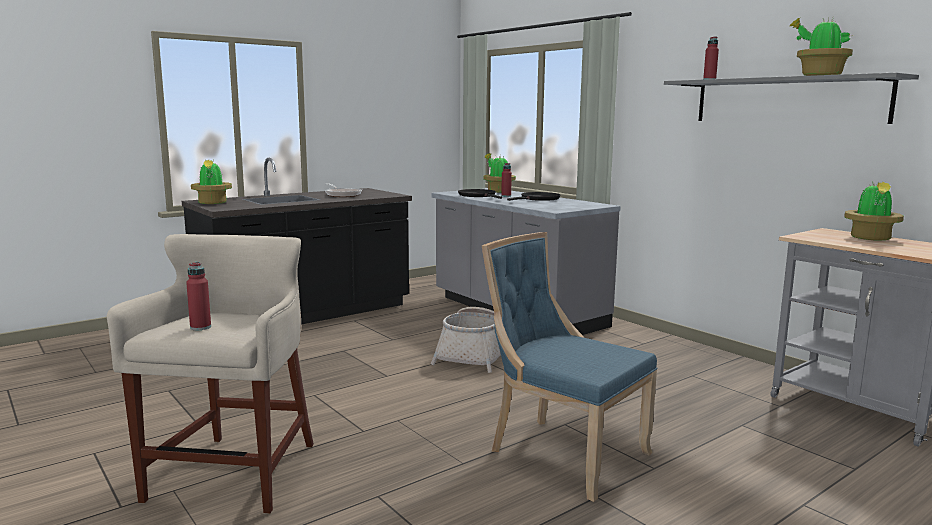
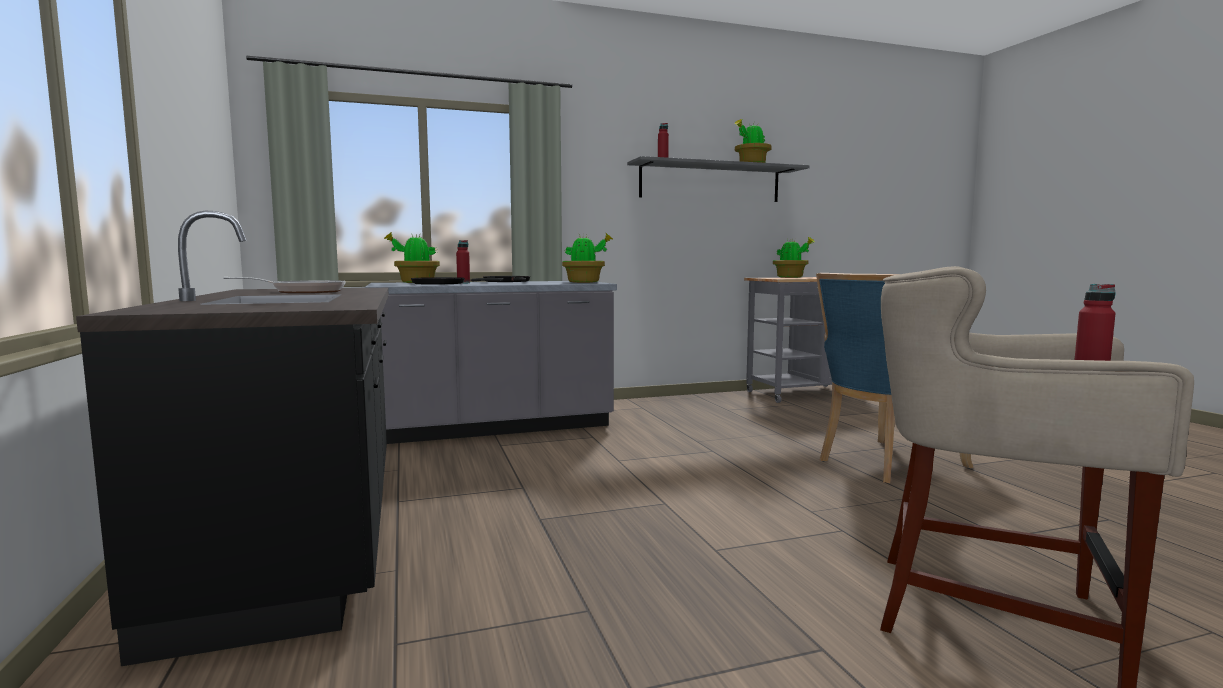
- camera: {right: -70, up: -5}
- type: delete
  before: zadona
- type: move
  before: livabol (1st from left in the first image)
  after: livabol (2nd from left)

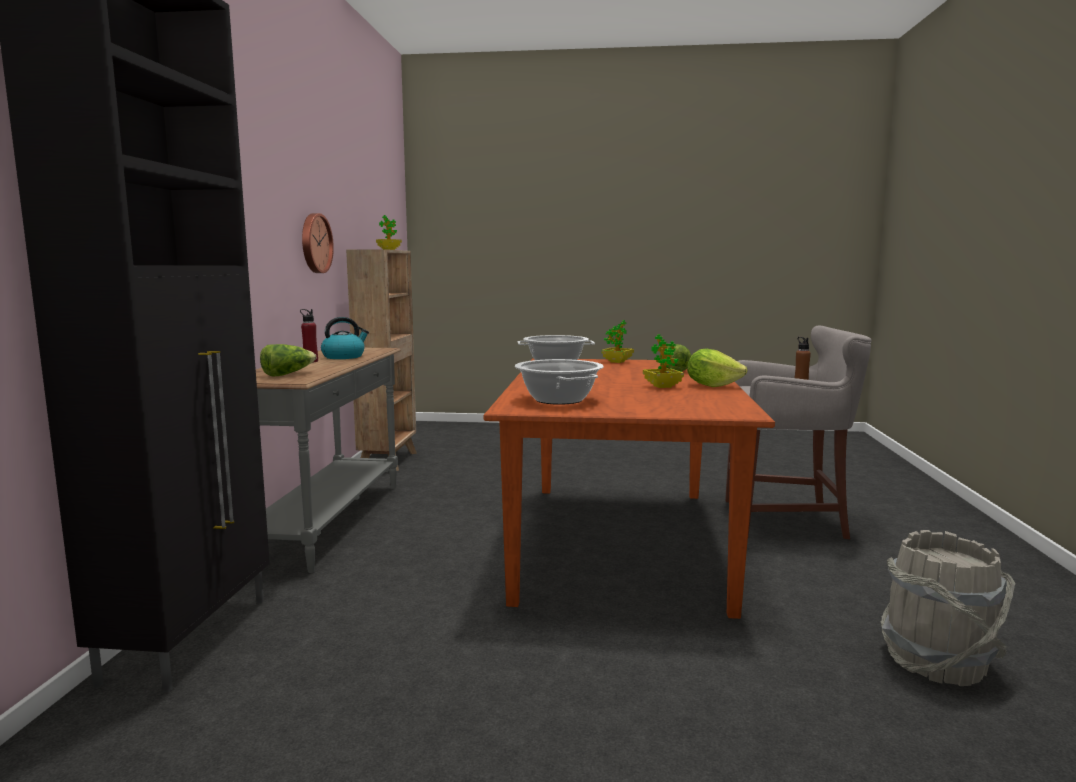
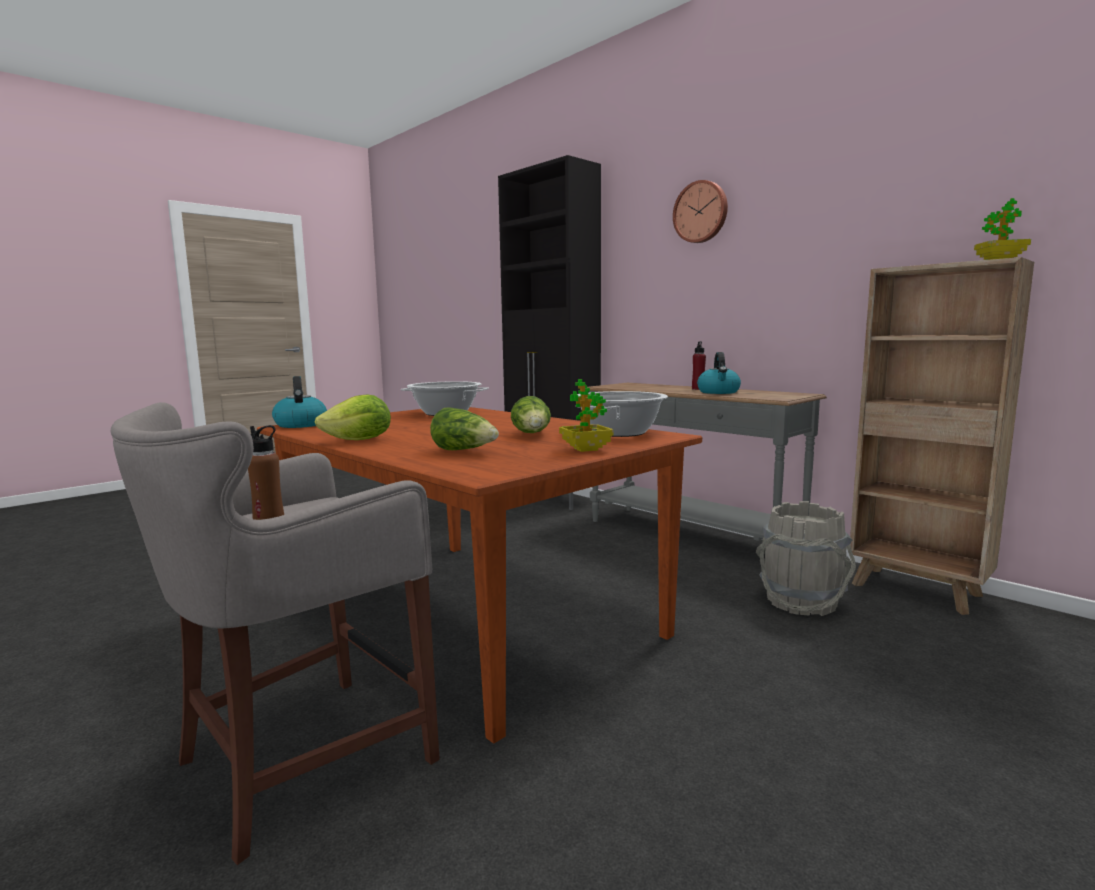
- camera: {right: 130, up: 0}
- type: delete
  before: livabol (3rd from left)
- type: insert
  after: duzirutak (1st from left)
- type: move
  before: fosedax (1st from left in the first image)
  after: fosedax (3rd from left)
- type: move
  before: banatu
- type: move
  before: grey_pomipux

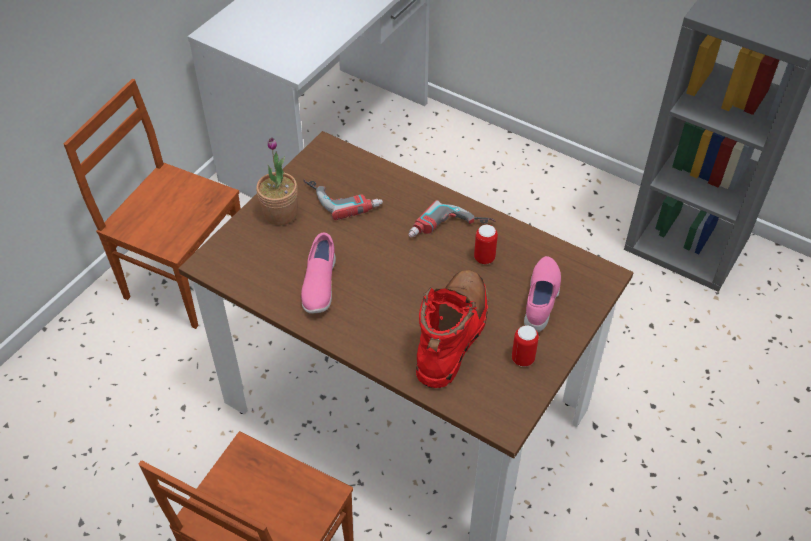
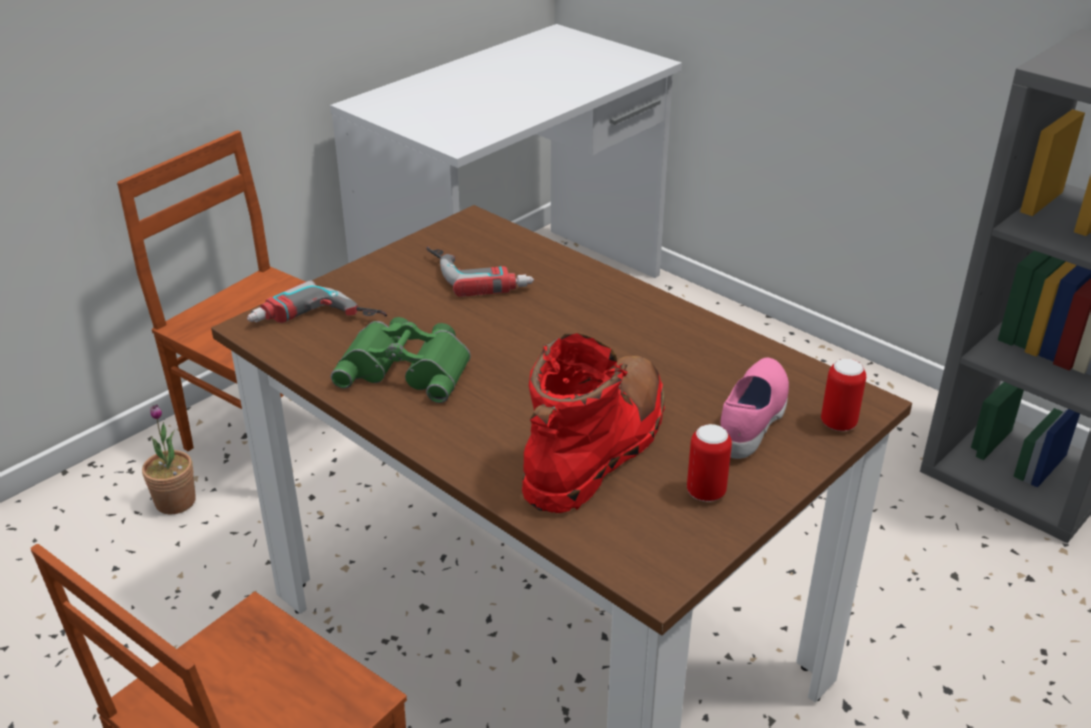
- camera: {right: 10, up: -15}
- type: move
  before: livabol
- type: move
  before: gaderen (2nd from left in the first image)
  after: gaderen (1st from left)
- type: move
  before: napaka (1st from left in the first image)
  after: napaka (2nd from left)
- type: replace
  before: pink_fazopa (1st from left)
  after: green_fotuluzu

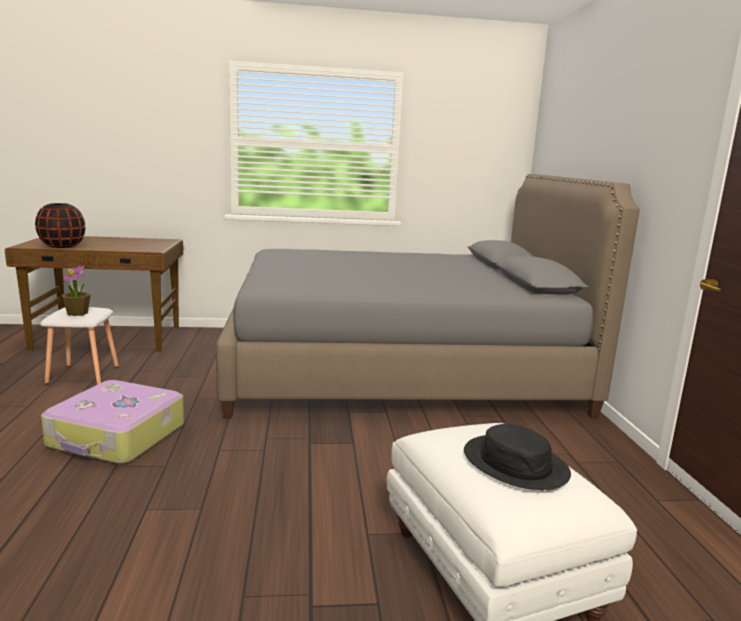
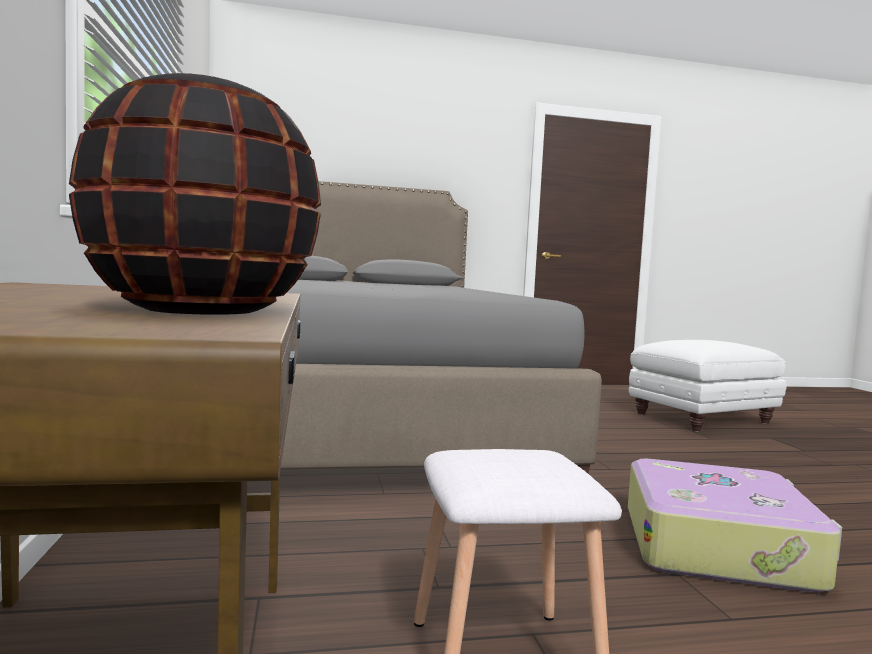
- camera: {right: -95, up: -10}
- type: delete
  before: livabol
- type: delete
  before: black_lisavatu

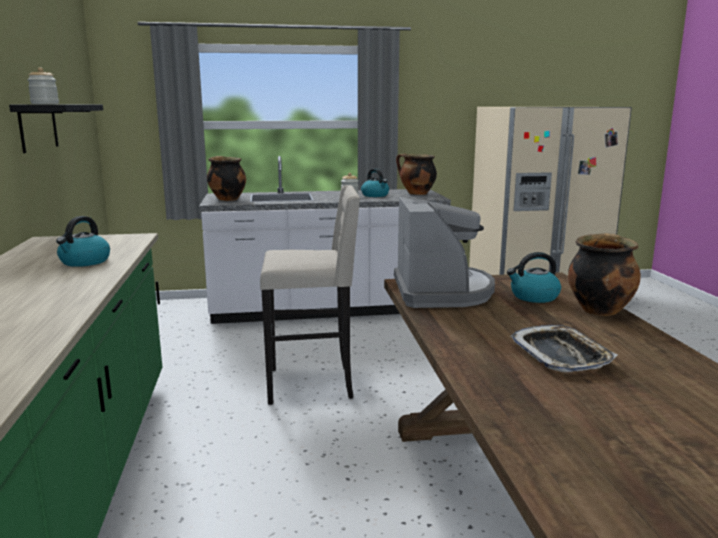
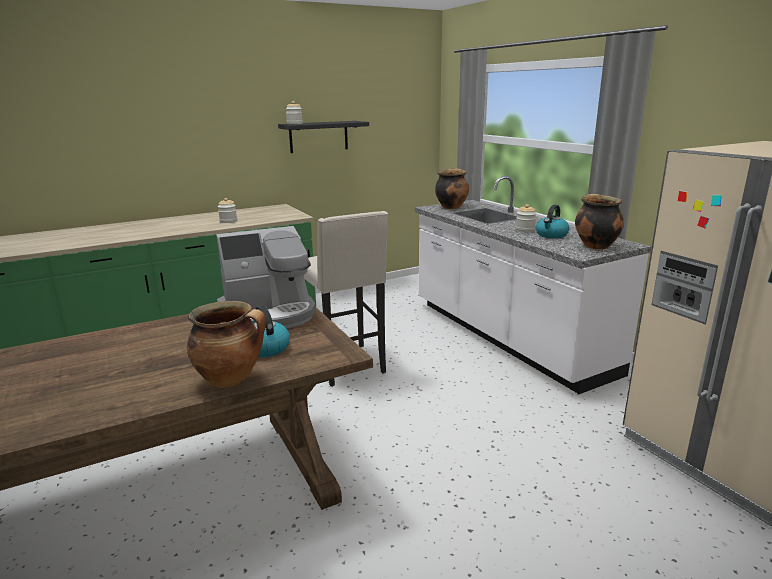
- camera: {right: 70, up: 5}
- type: delete
  before: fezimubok
- type: replace
  before: duzirutak (1st from left)
  after: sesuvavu (1st from left)

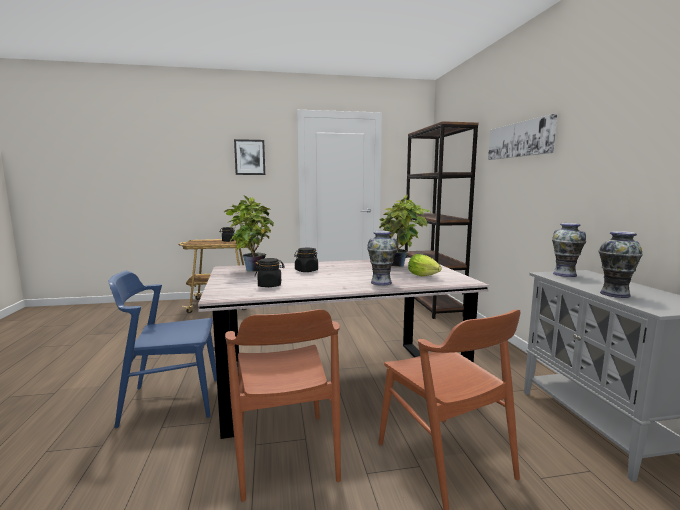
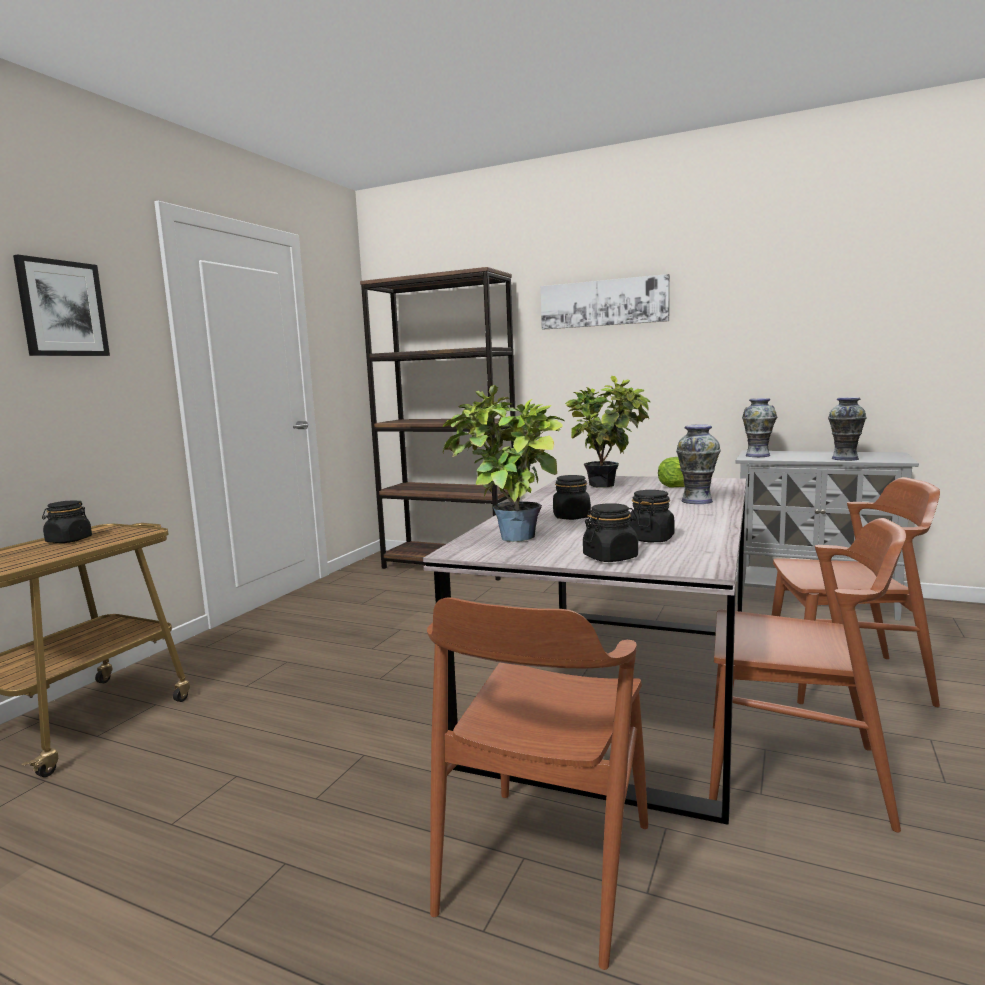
- camera: {right: -55, up: 0}
- type: insert
  after: black_sesuvavu (3rd from left)
- type: recolor
  before: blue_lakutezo
  after: brown_lakutezo (1st from left)

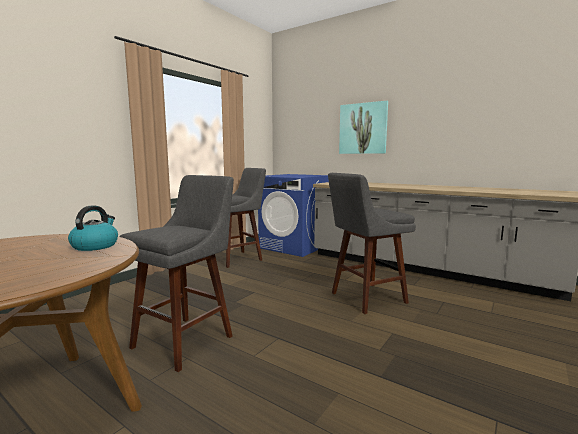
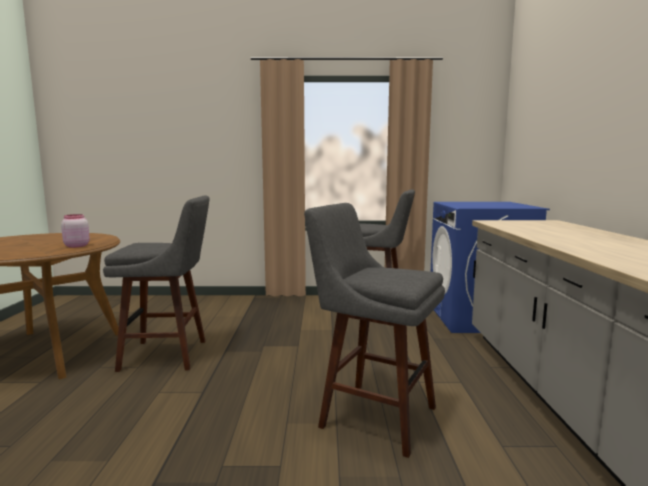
- camera: {right: 55, up: 0}
- type: delete
  before: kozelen
- type: replace
  before: duzirutak
  after: pink_sesuvavu

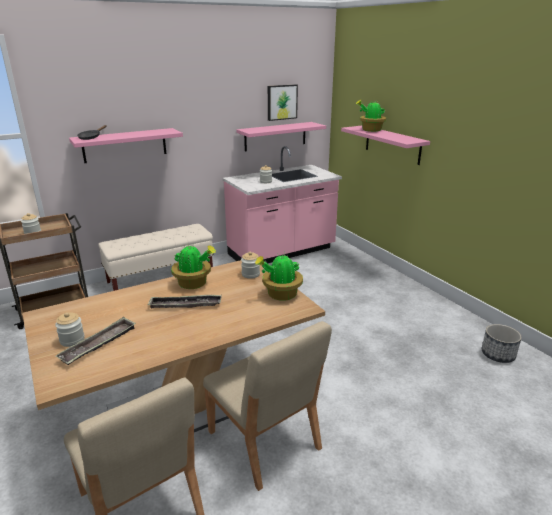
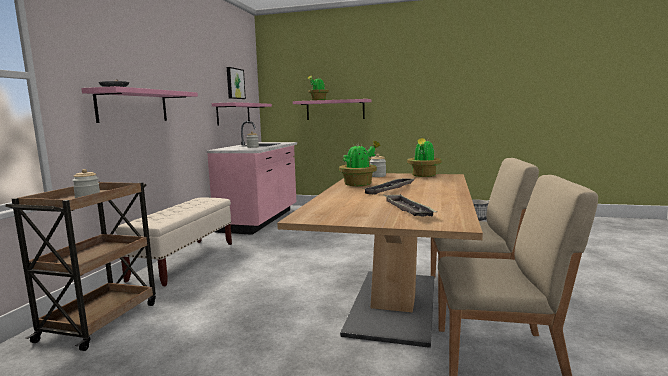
- camera: {right: -45, up: -15}
- type: delete
  before: sesuvavu (2nd from left)

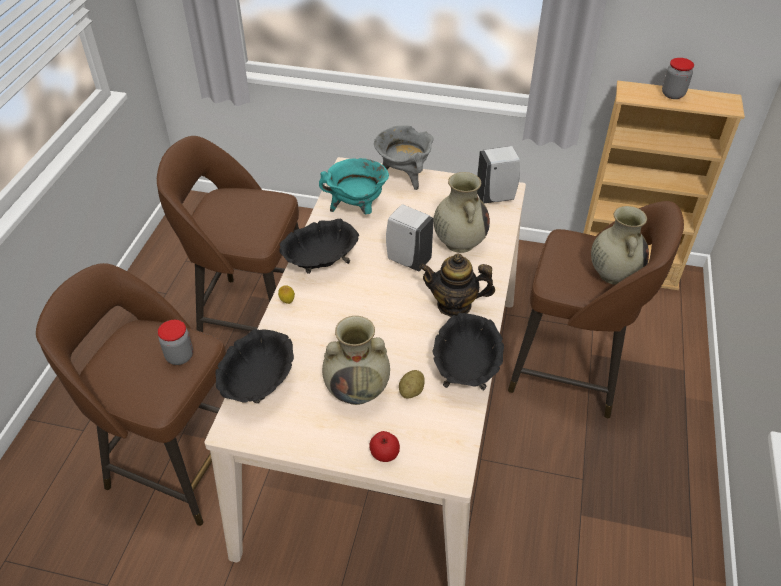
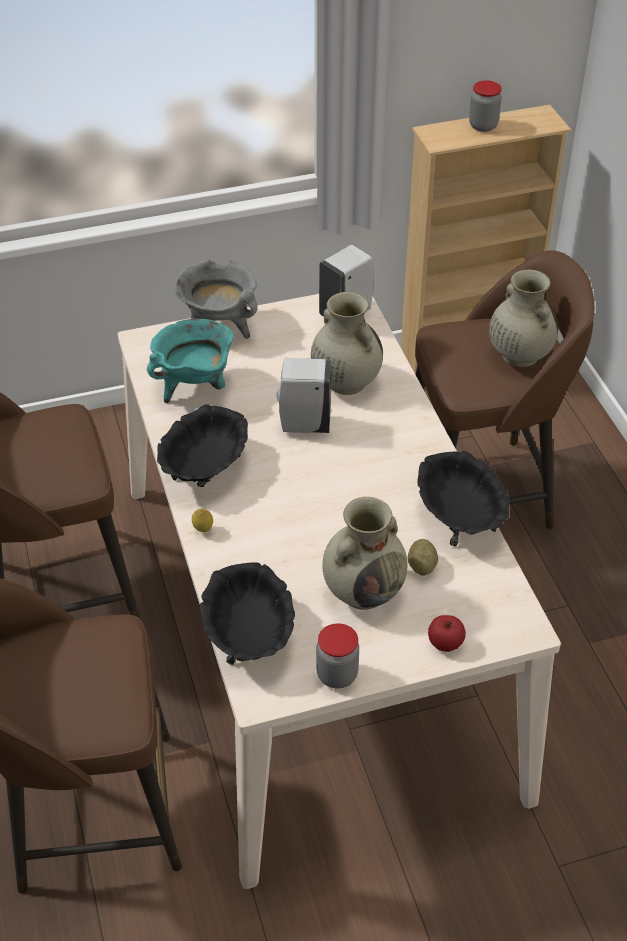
- camera: {right: -30, up: 0}
- type: delete
  before: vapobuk
- type: move
  before: sesuvavu (1st from left)

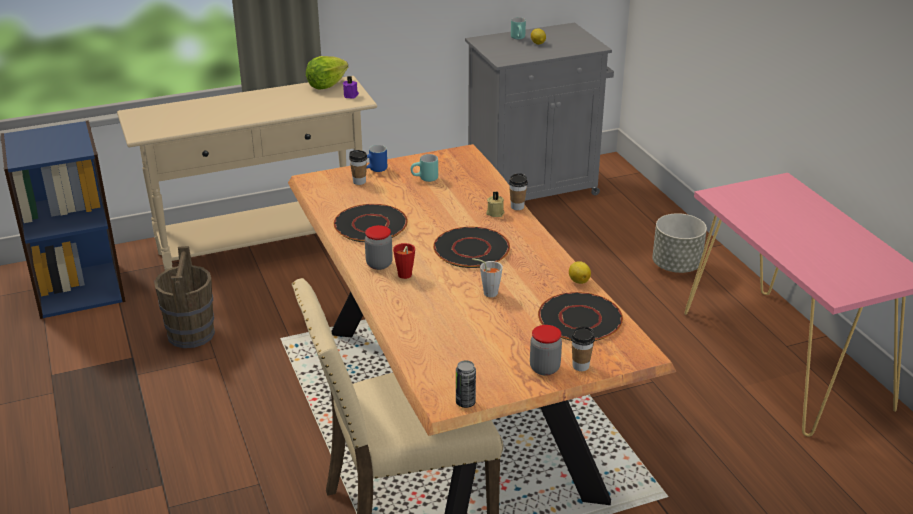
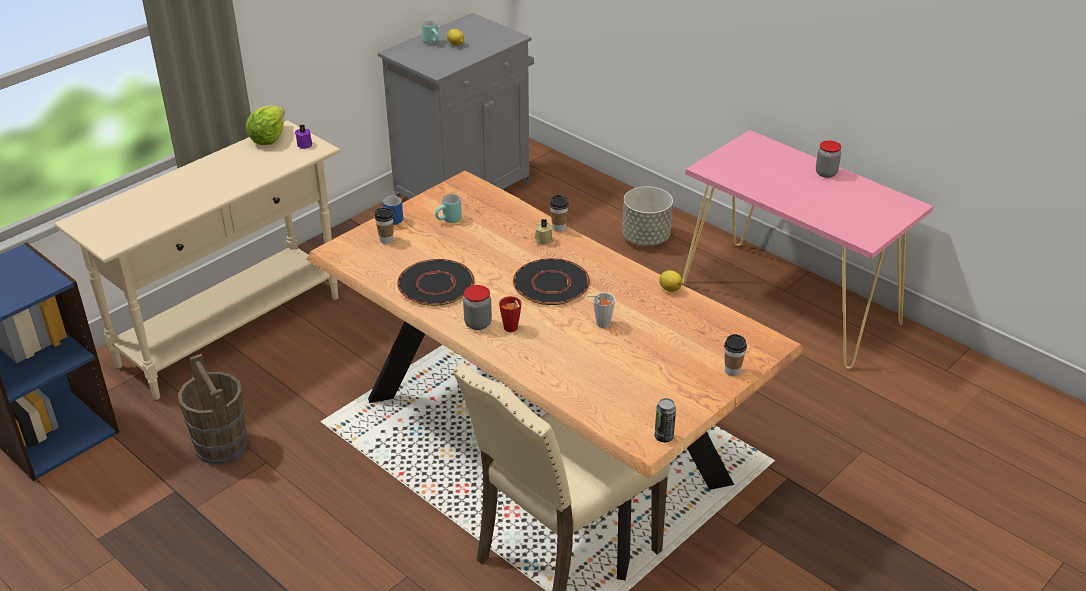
- camera: {right: -25, up: 5}
- type: delete
  before: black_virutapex (3rd from left)
- type: move
  before: sesuvavu (2nd from left)

